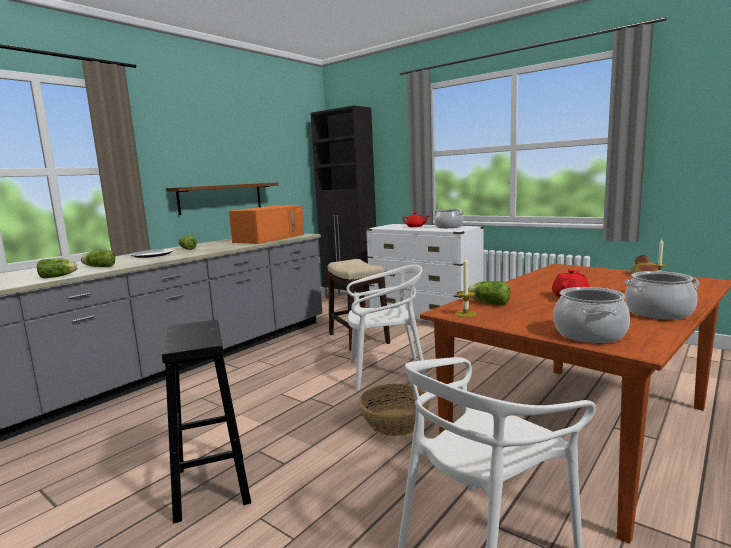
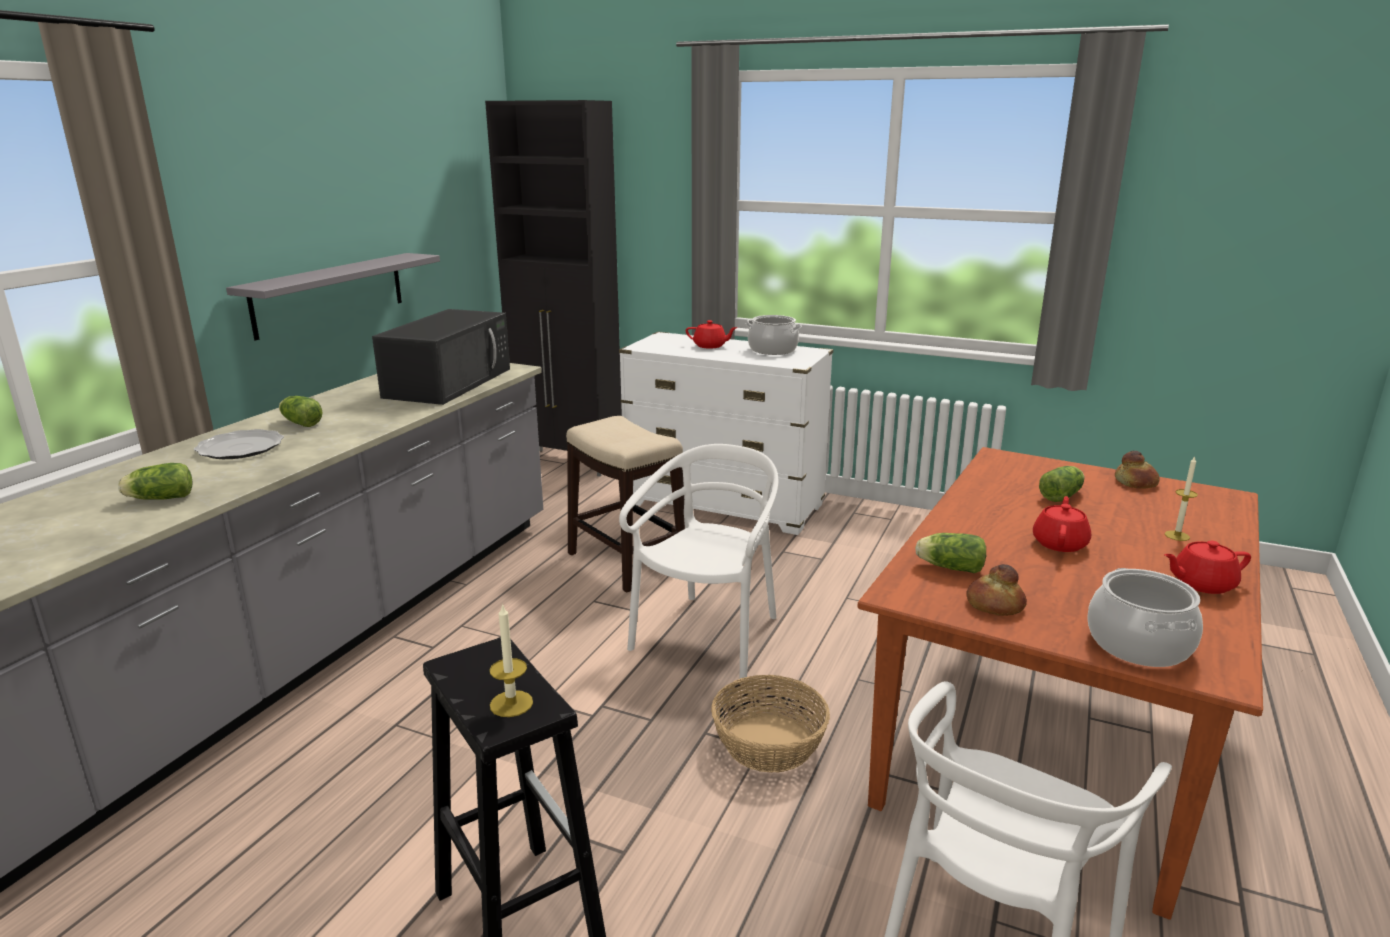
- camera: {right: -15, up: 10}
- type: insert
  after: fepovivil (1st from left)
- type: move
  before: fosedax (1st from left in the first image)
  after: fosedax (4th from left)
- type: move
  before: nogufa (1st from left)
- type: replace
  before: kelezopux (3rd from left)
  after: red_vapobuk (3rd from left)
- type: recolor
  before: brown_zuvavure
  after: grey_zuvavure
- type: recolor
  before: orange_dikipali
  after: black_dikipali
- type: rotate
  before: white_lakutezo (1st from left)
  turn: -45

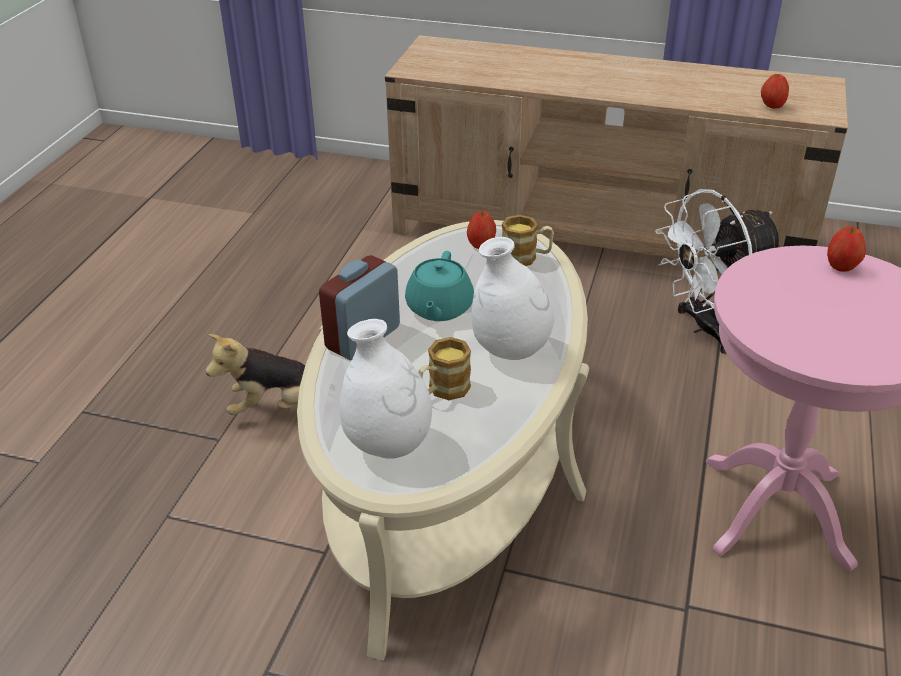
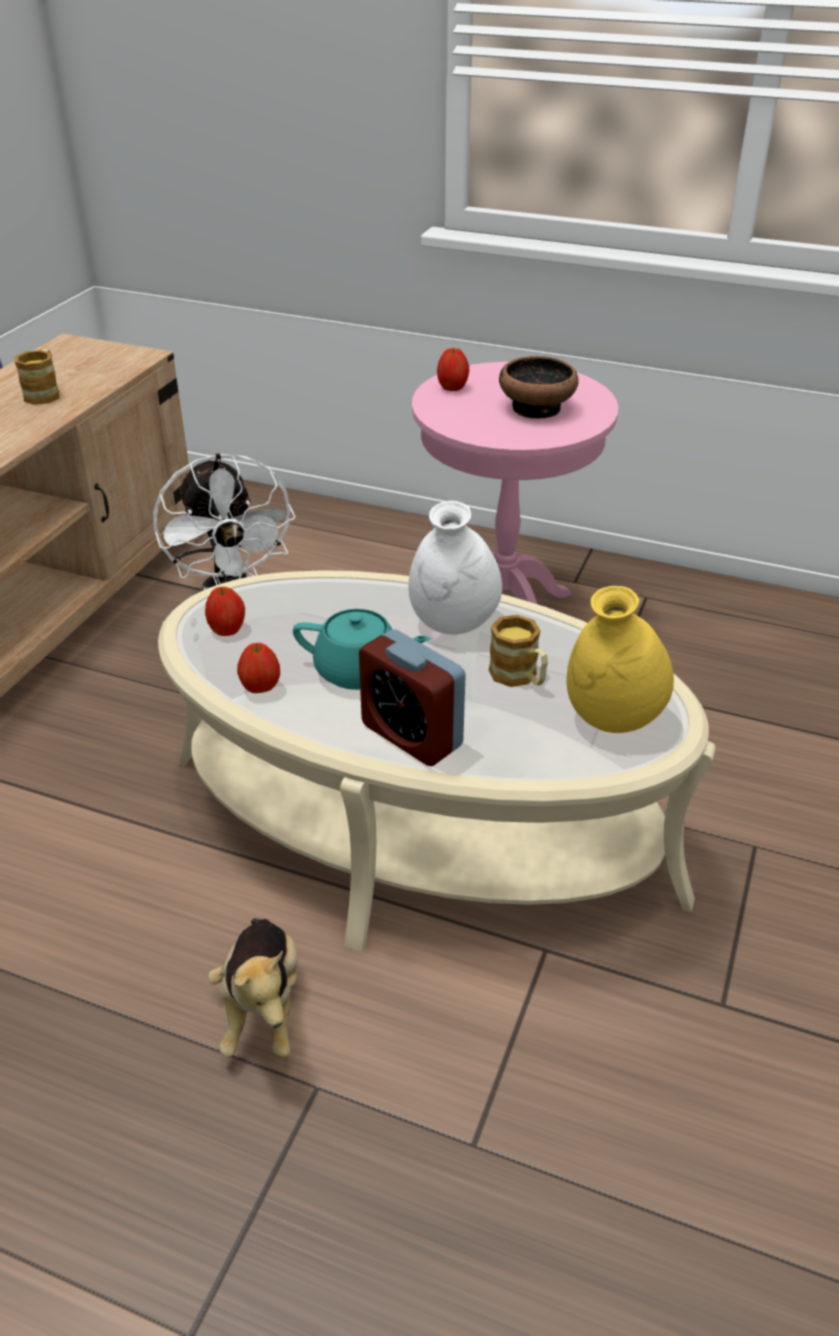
- camera: {right: -85, up: 0}
- type: insert
  after: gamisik
- type: move
  before: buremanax (2nd from left in the first image)
  after: buremanax (1st from left)
- type: move
  before: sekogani (2nd from left)
- type: recolor
  before: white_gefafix (1st from left)
  after: yellow_gefafix

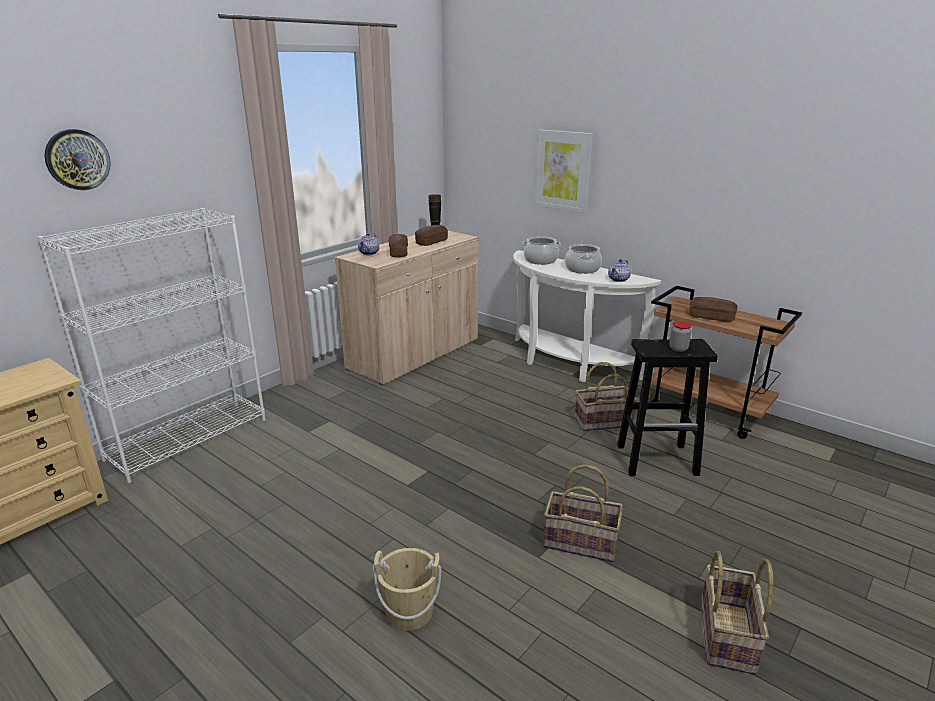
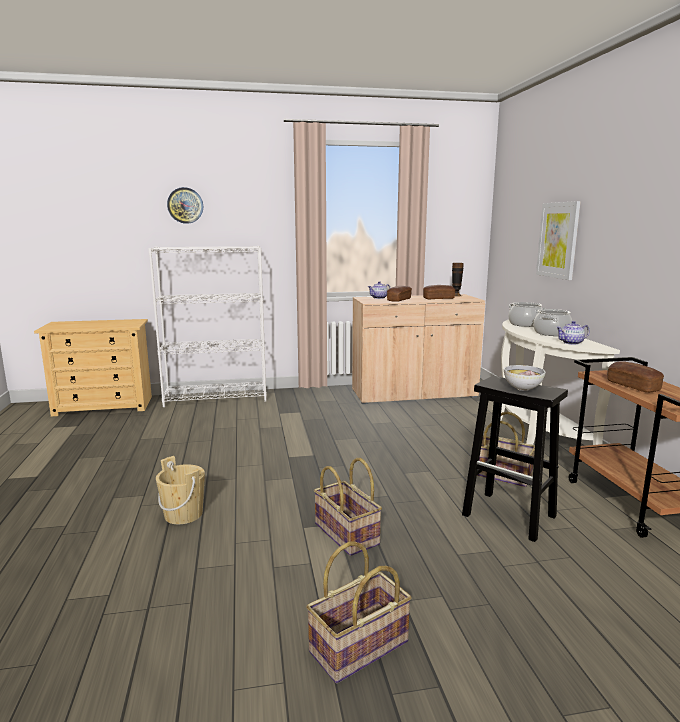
- camera: {right: 40, up: -10}
- type: replace
  before: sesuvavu
  after: gamisik

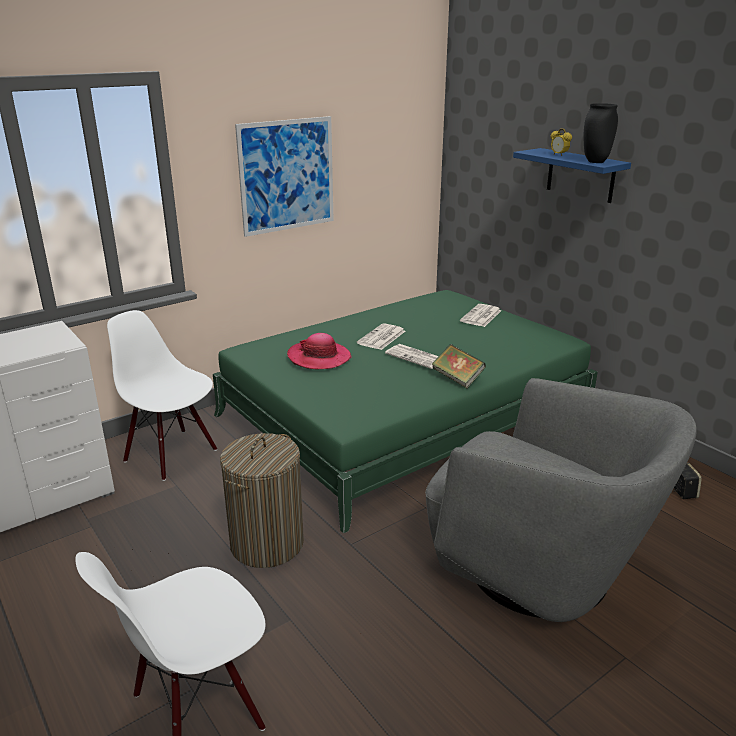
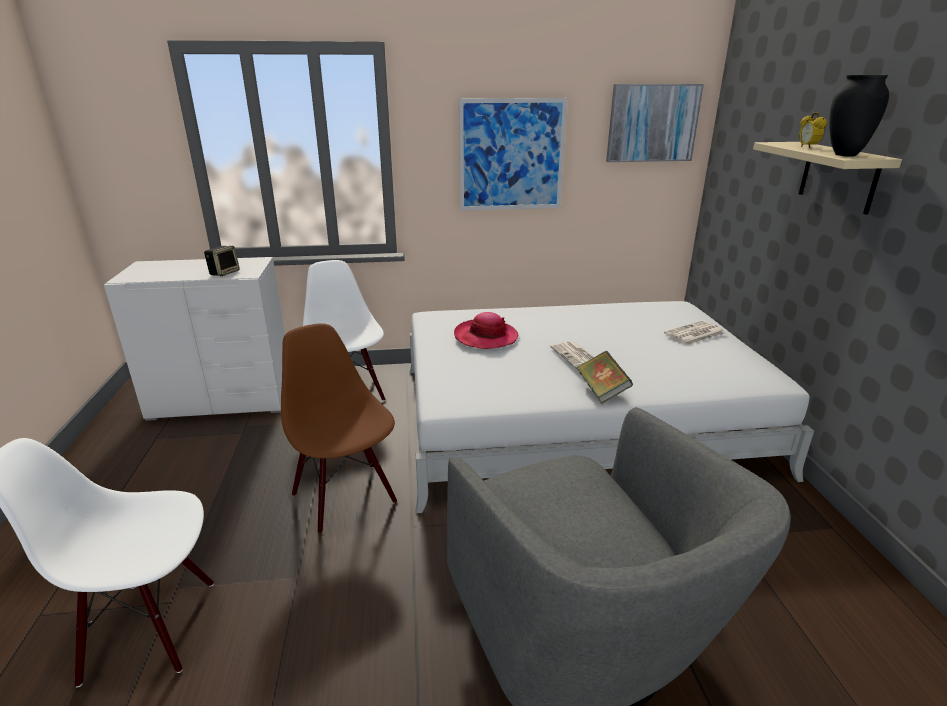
- camera: {right: 30, up: 0}
- type: delete
  before: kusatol (1st from left)
- type: insert
  after: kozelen (2nd from left)
- type: move
  before: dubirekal
- type: replace
  before: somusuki
  after: brown_lakutezo
- type: recolor
  before: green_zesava
  after: white_zesava
- type: recolor
  before: blue_zuvavure
  after: beige_zuvavure

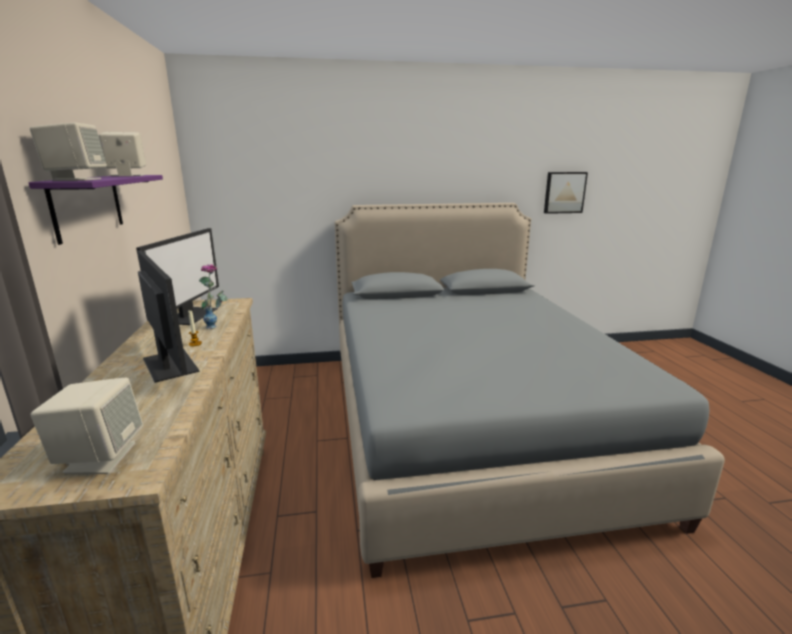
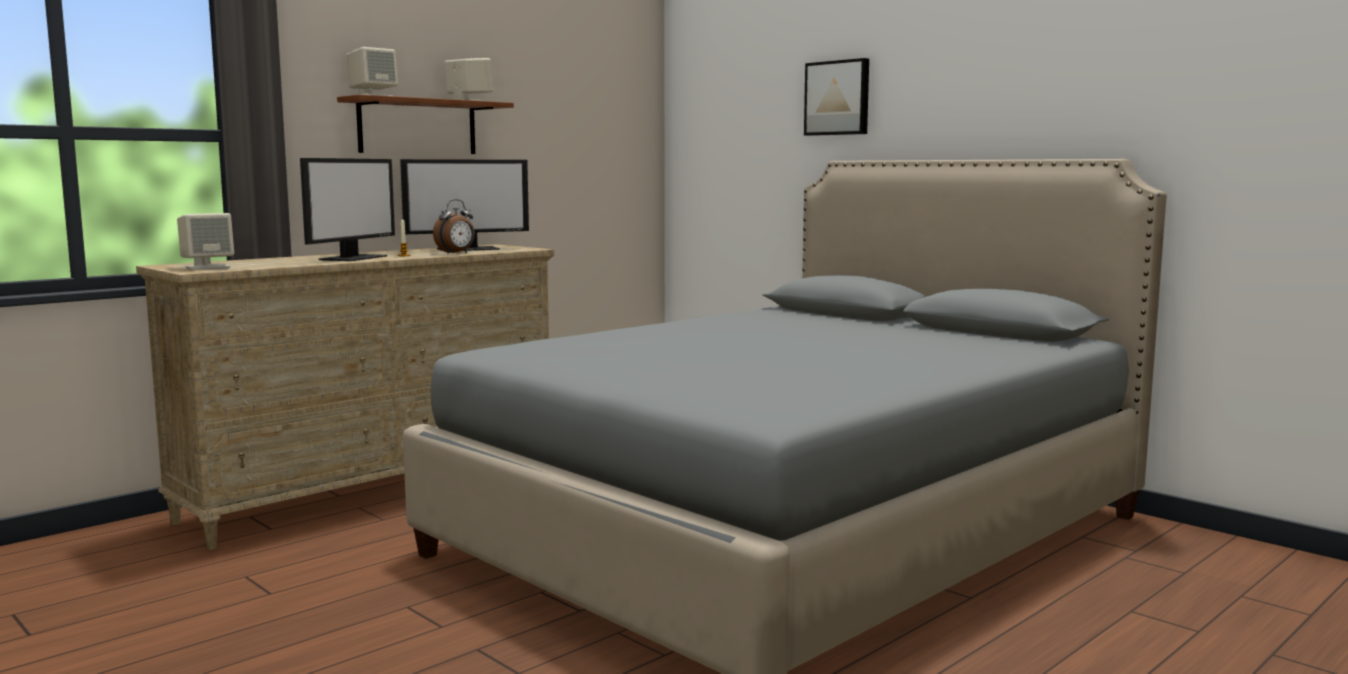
- camera: {right: 55, up: -10}
- type: move
  before: kozelen
- type: replace
  before: gefafix
  after: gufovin
- type: recolor
  before: purple_zuvavure
  after: brown_zuvavure

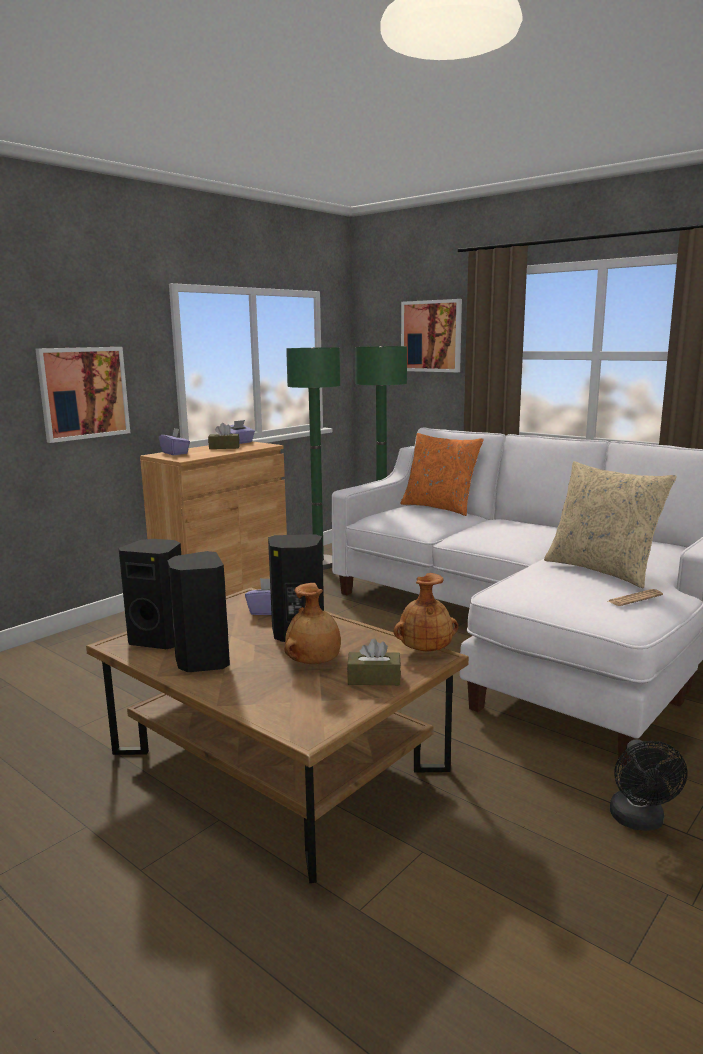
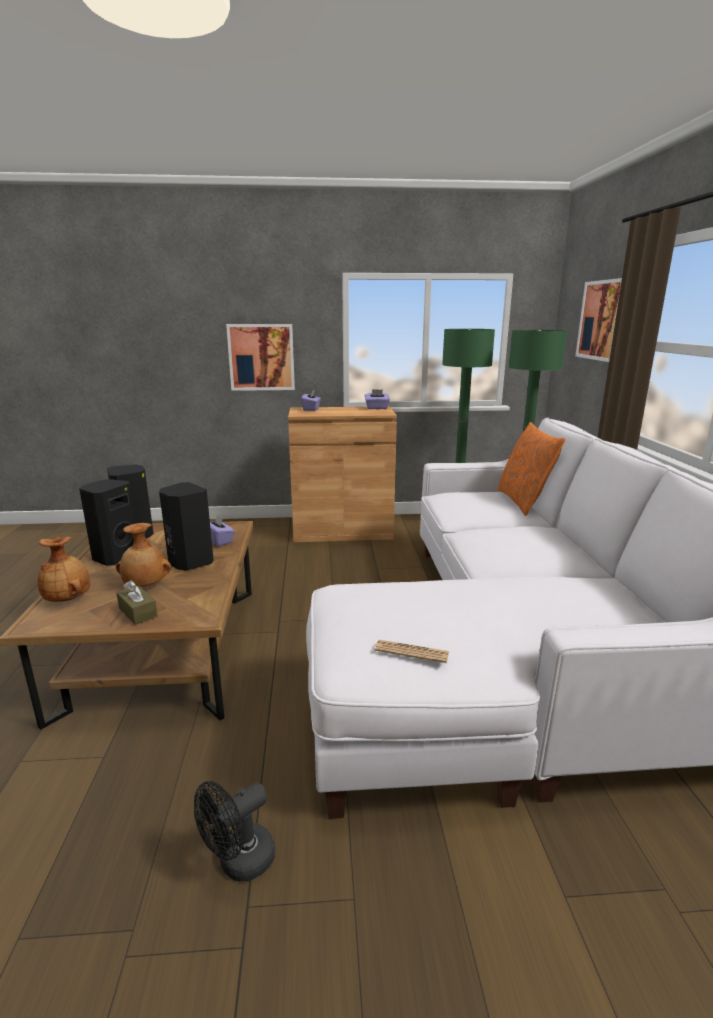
- camera: {right: 45, up: 5}
- type: delete
  before: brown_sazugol (1st from left)
- type: delete
  before: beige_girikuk
- type: move
  before: brown_gefafix (2nd from left in the first image)
  after: brown_gefafix (1st from left)

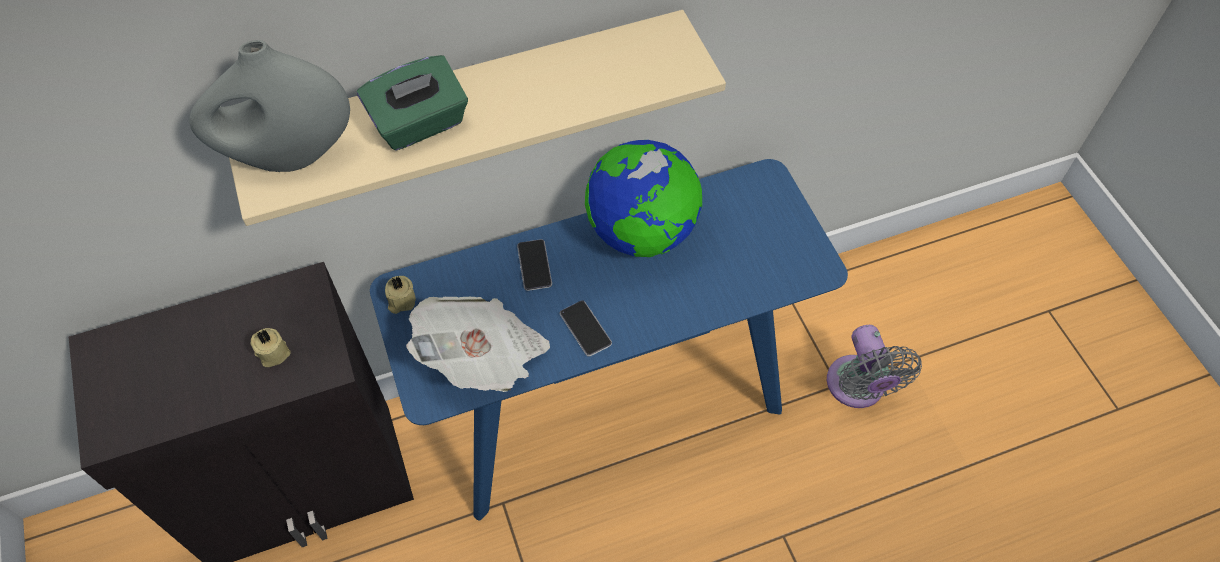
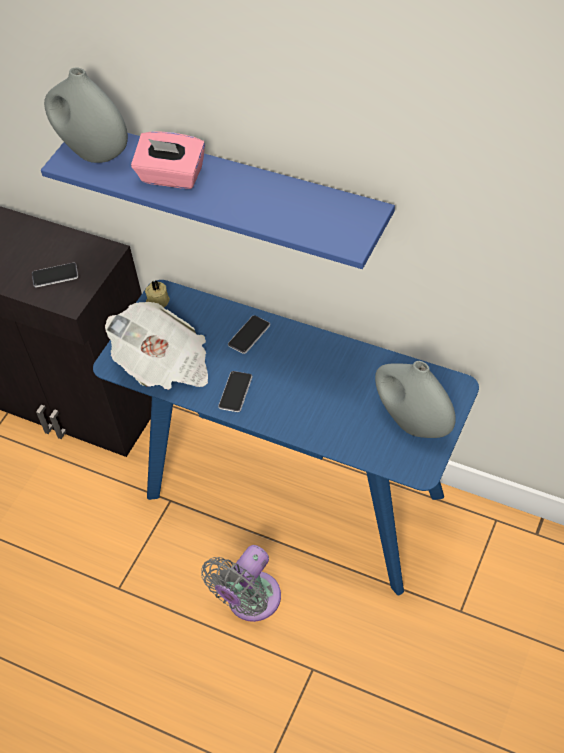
- camera: {right: 50, up: -5}
- type: delete
  before: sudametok
- type: insert
  after: grey_gefafix (2nd from left)
- type: move
  before: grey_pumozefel
- type: replace
  before: beige_nogufa (1st from left)
  after: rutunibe (1st from left)
- type: recolor
  before: beige_zuvavure
  after: blue_zuvavure
- type: recolor
  before: green_sazugol
  after: pink_sazugol

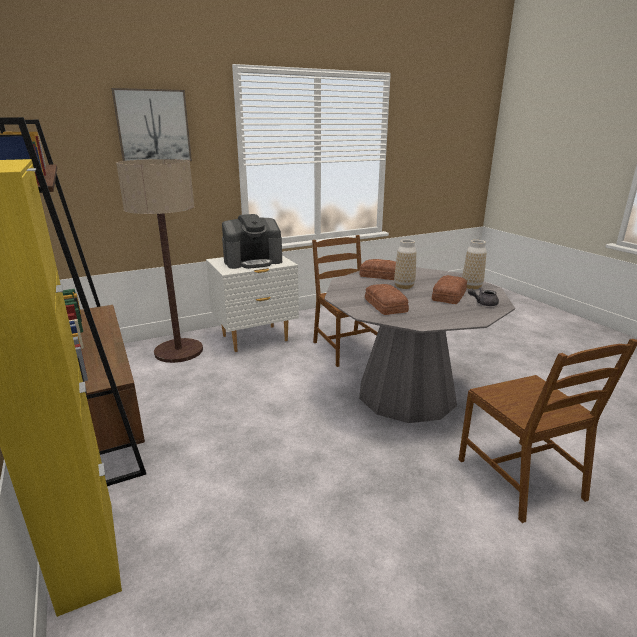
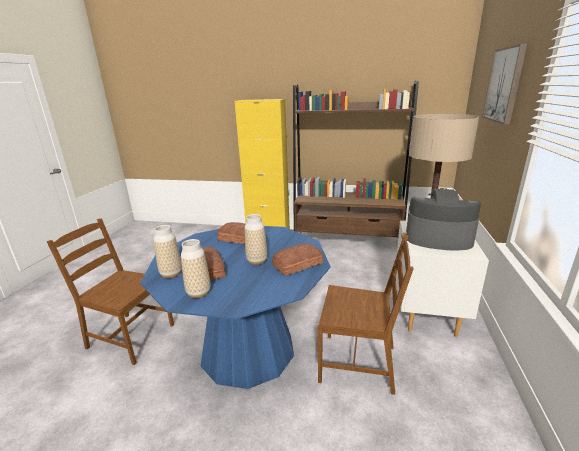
- camera: {right: 130, up: 0}
- type: replace
  before: grey_vapobuk
  after: gefafix (1st from left)
- type: recolor
  before: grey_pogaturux
  after: blue_pogaturux
- type: rotate
  before: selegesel
  turn: 90

